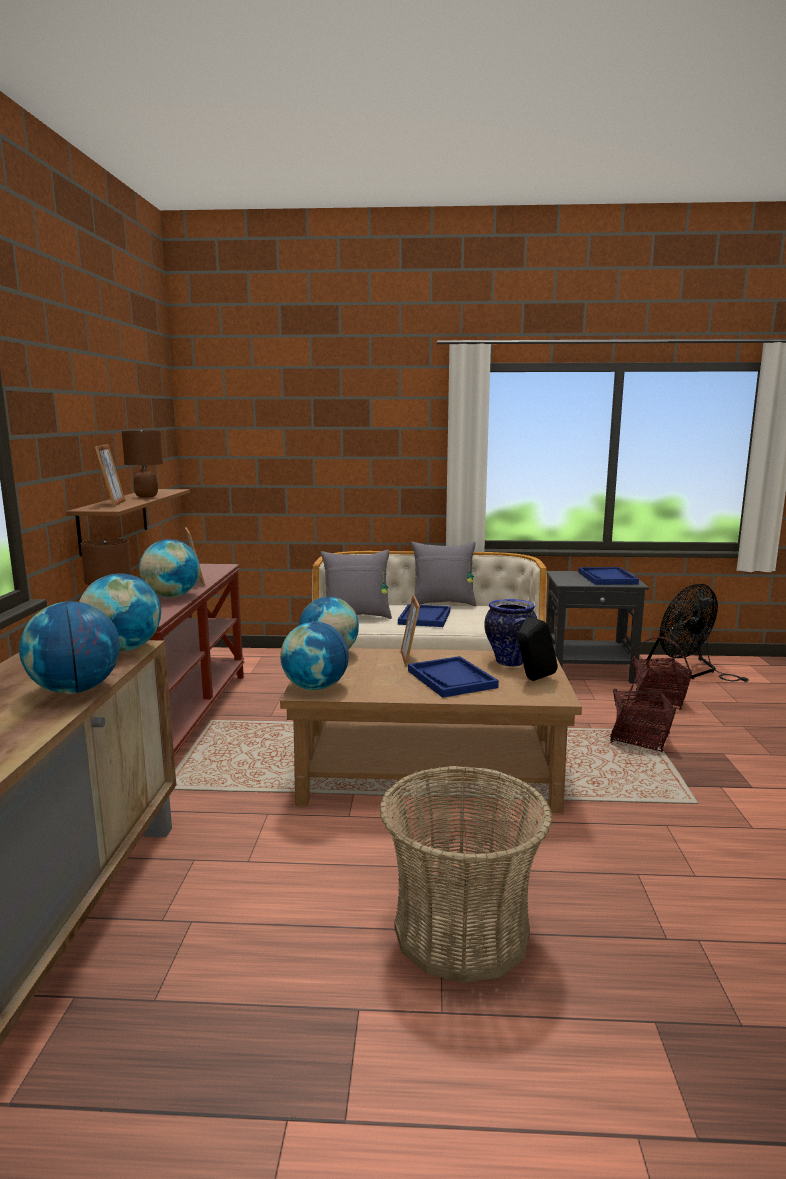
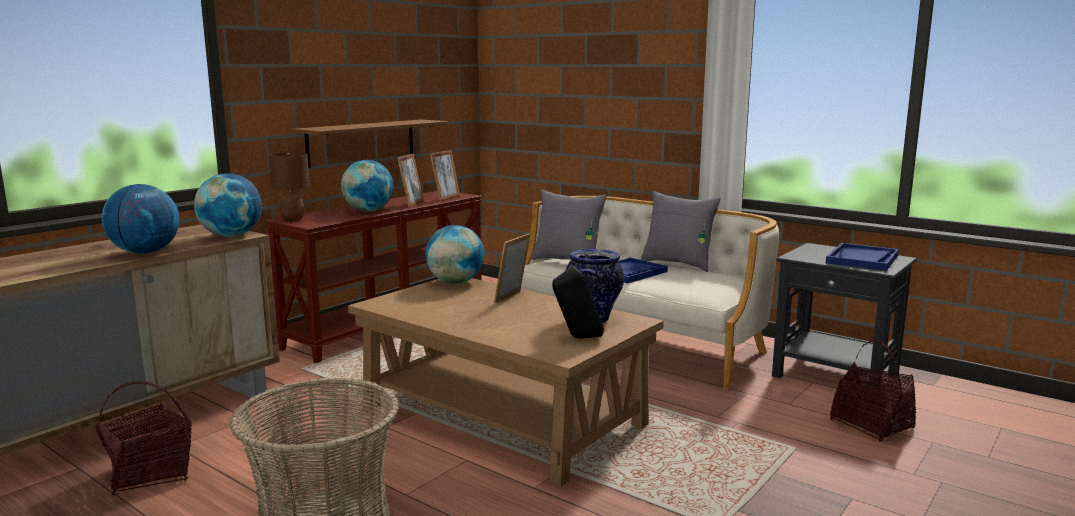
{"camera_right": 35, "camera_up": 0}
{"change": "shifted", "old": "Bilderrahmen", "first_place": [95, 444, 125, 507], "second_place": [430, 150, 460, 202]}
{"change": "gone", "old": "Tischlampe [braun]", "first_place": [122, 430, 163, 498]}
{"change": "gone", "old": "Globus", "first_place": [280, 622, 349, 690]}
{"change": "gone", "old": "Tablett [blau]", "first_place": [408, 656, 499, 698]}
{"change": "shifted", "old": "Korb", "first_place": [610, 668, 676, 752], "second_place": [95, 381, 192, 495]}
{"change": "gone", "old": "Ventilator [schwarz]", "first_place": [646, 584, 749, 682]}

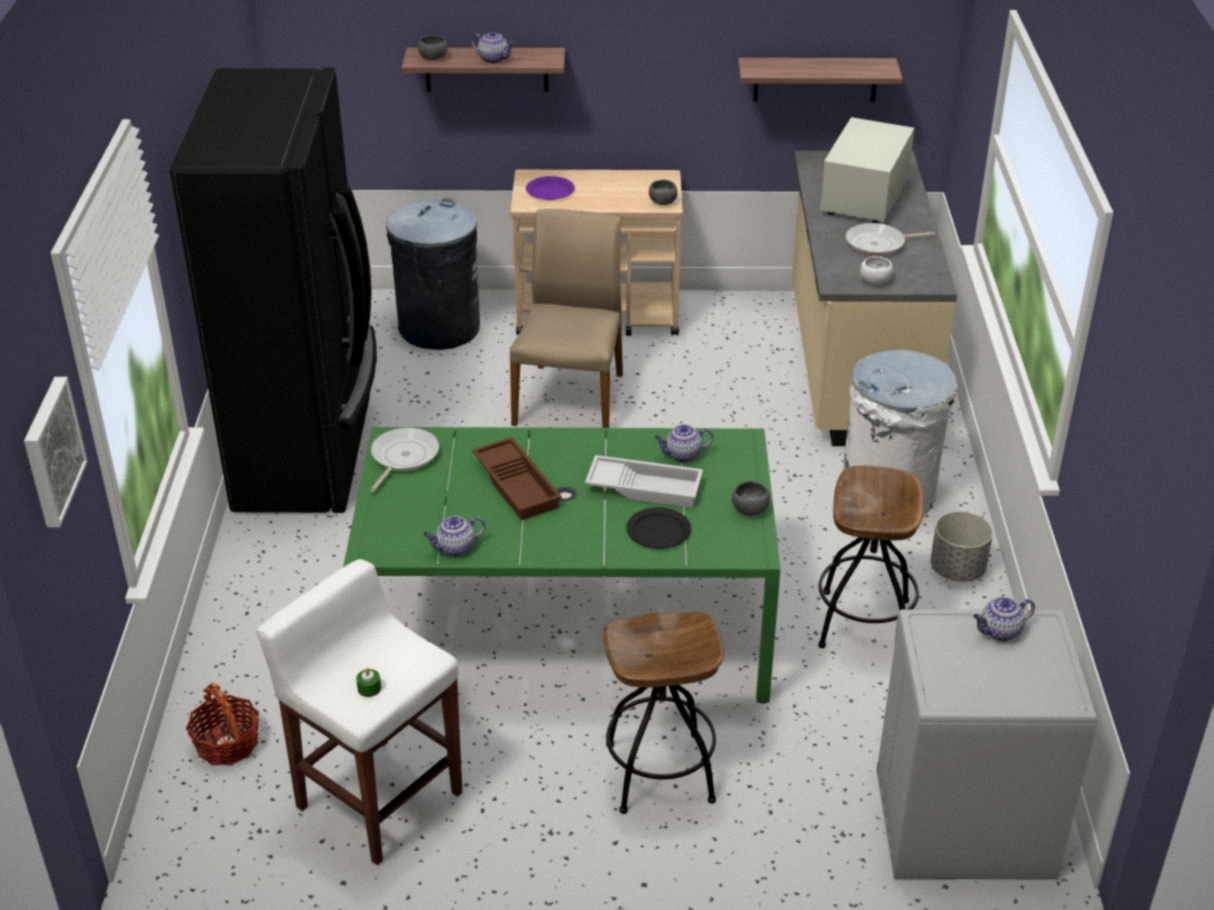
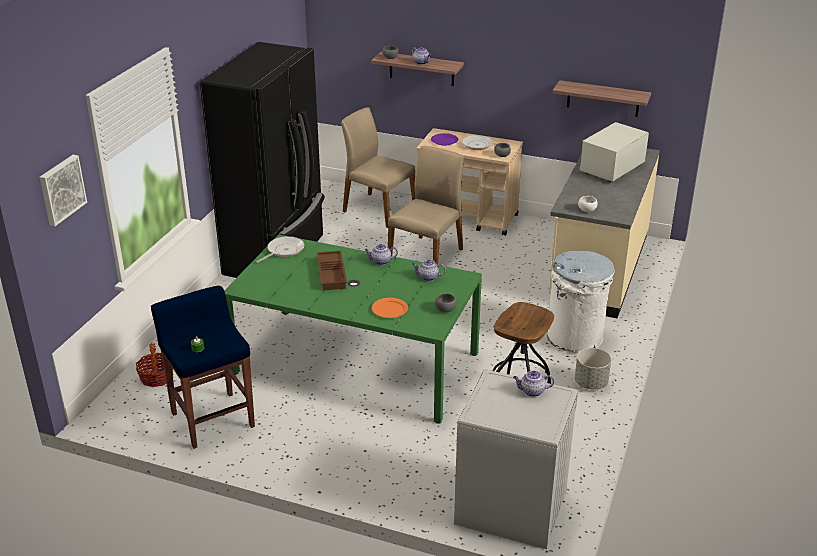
{"camera_right": 20, "camera_up": -5}
{"change": "repainted", "old": "Hocker [weiß]", "new": "Hocker [blau]", "first_place": [256, 559, 462, 865], "second_place": [151, 286, 255, 449]}
{"change": "swapped", "old": "Mülleimer [grau]", "new": "Stuhl [beige]", "first_place": [386, 197, 480, 350], "second_place": [341, 107, 416, 228]}
{"change": "shifted", "old": "Teekanne", "first_place": [423, 516, 486, 557], "second_place": [364, 244, 398, 265]}
{"change": "gone", "old": "Tablett [weiß]", "first_place": [585, 455, 703, 508]}
{"change": "gone", "old": "Hocker [braun]", "first_place": [603, 612, 724, 814]}
{"change": "repainted", "old": "Teller [schwarz]", "new": "Teller [orange]", "first_place": [626, 507, 691, 549], "second_place": [372, 298, 408, 318]}
{"change": "shifted", "old": "Pfanne", "first_place": [846, 223, 935, 256], "second_place": [462, 135, 510, 150]}

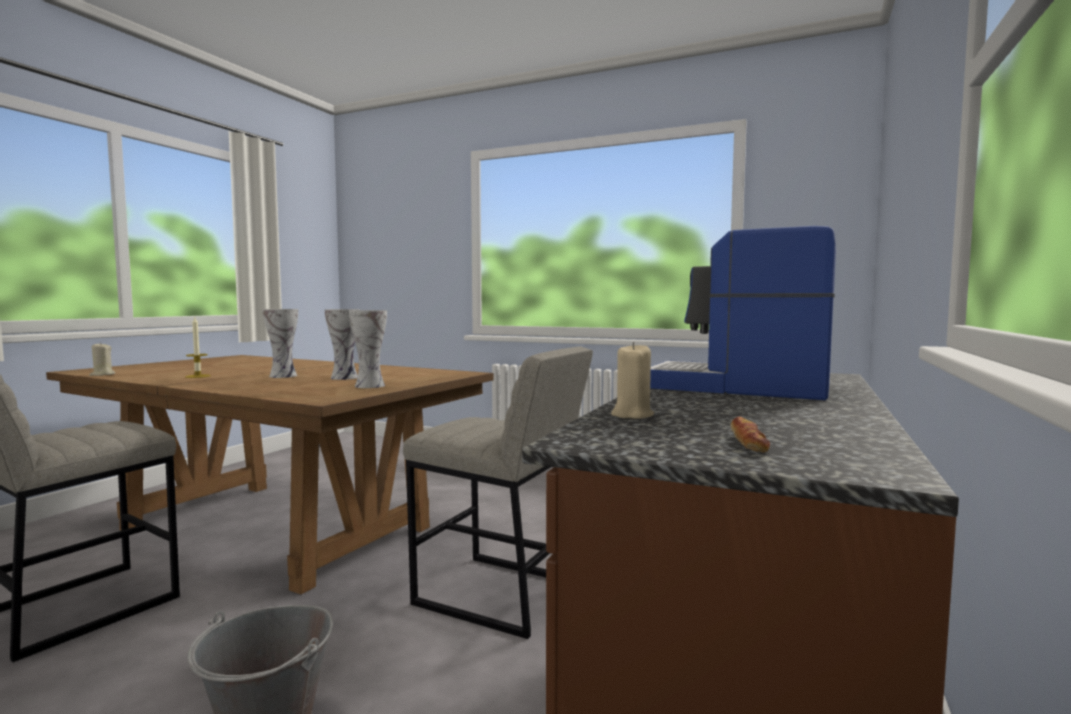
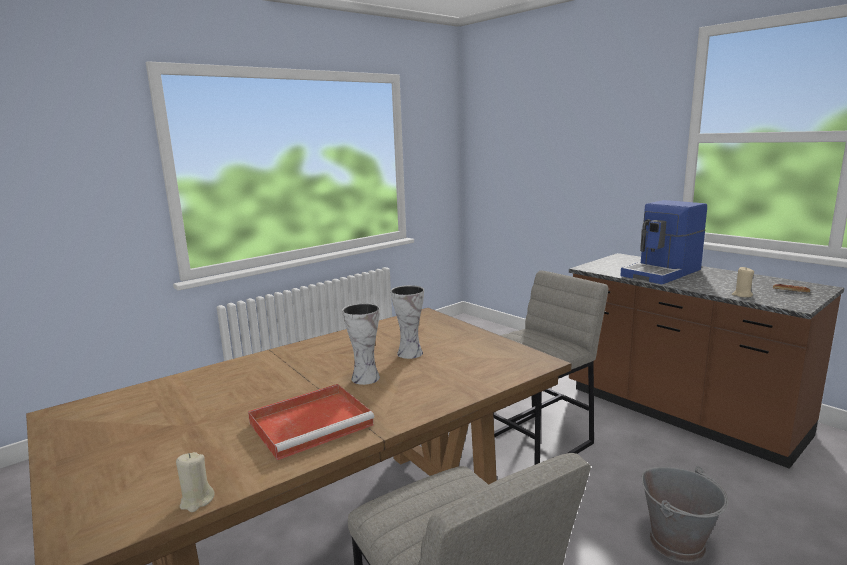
{"camera_right": -65, "camera_up": 10}
{"change": "swapped", "old": "Kerze", "new": "Tablett [rot]", "first_place": [185, 318, 211, 378], "second_place": [248, 384, 375, 460]}
{"change": "gone", "old": "Vase", "first_place": [348, 310, 387, 388]}

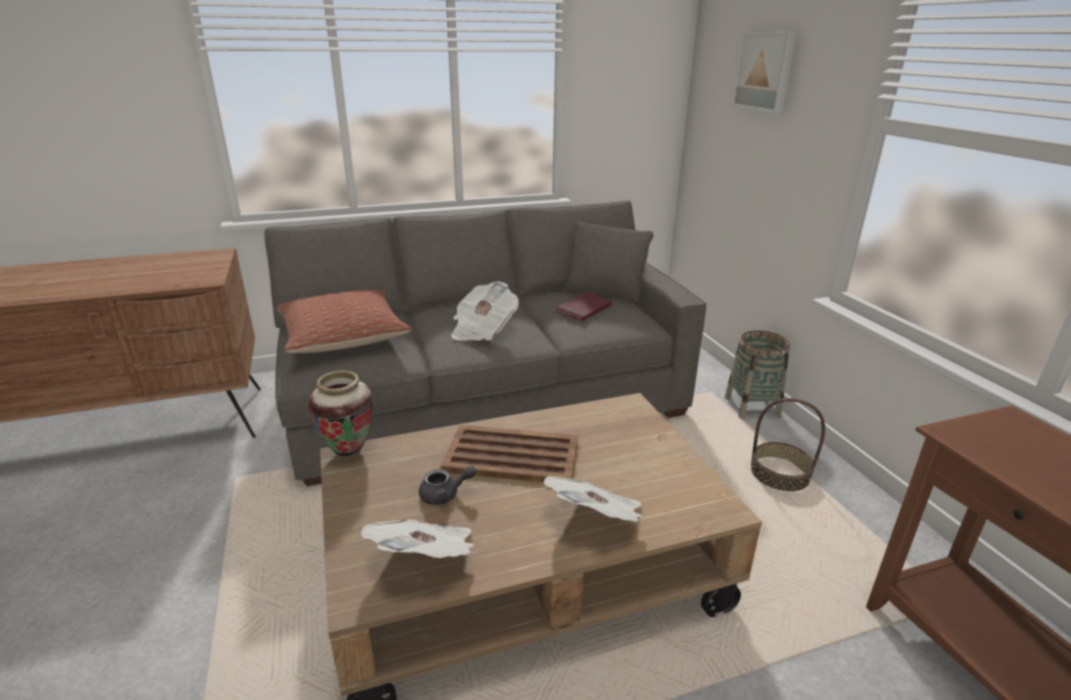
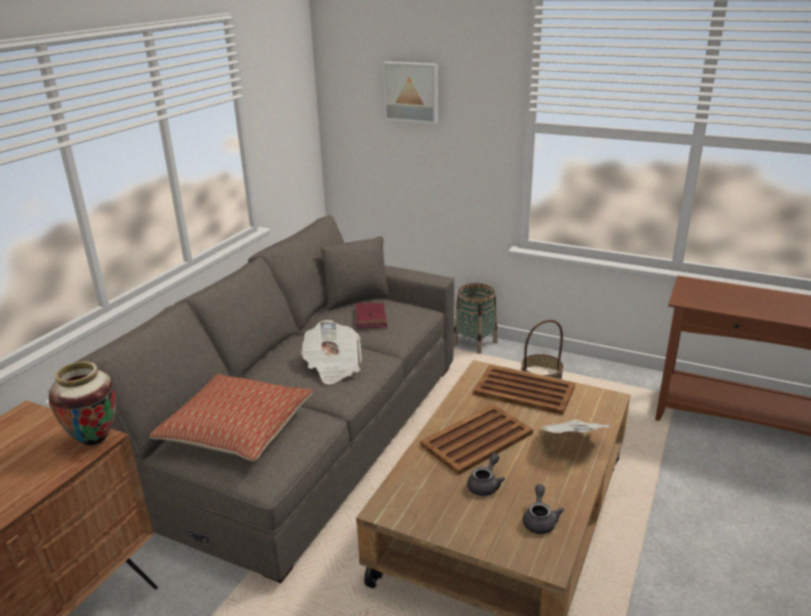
{"camera_right": -45, "camera_up": 0}
{"change": "shifted", "old": "Vase", "first_place": [308, 371, 374, 458], "second_place": [49, 361, 116, 447]}
{"change": "swapped", "old": "Zeitung", "new": "Teekanne [grau]", "first_place": [361, 519, 474, 558], "second_place": [523, 484, 564, 534]}
{"change": "new", "new": "Tablett [braun]", "second_place": [473, 365, 575, 415]}

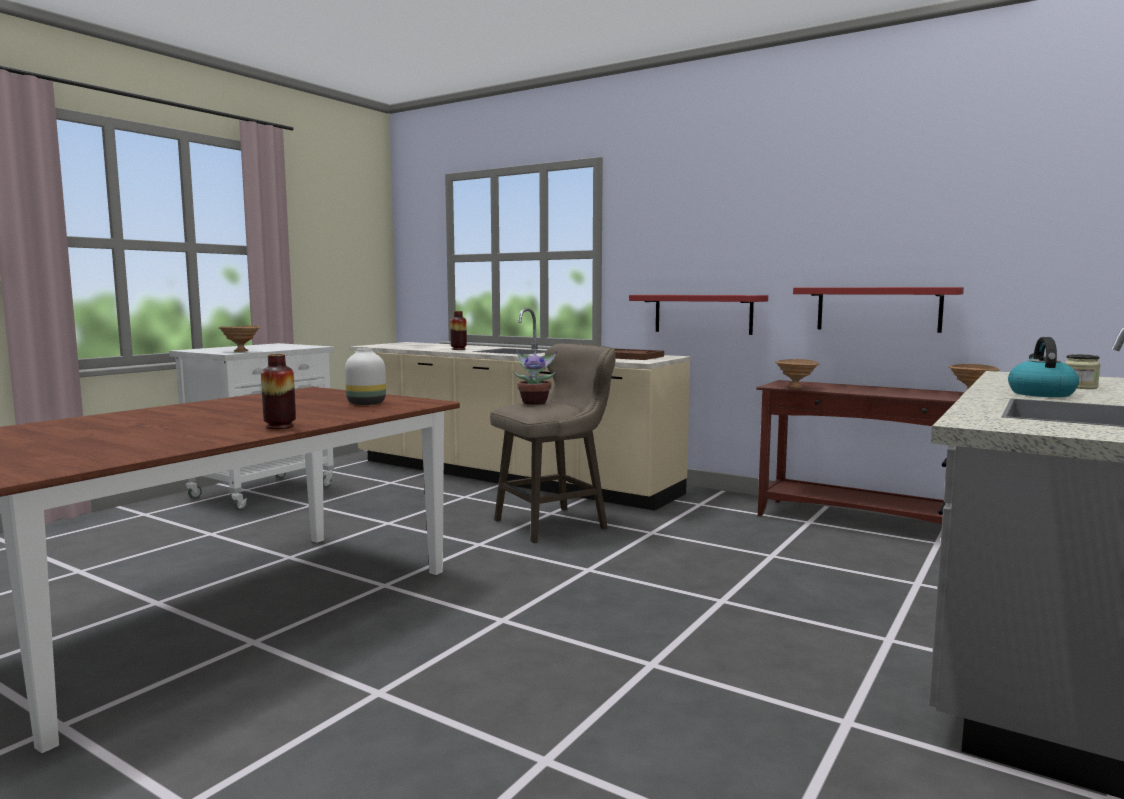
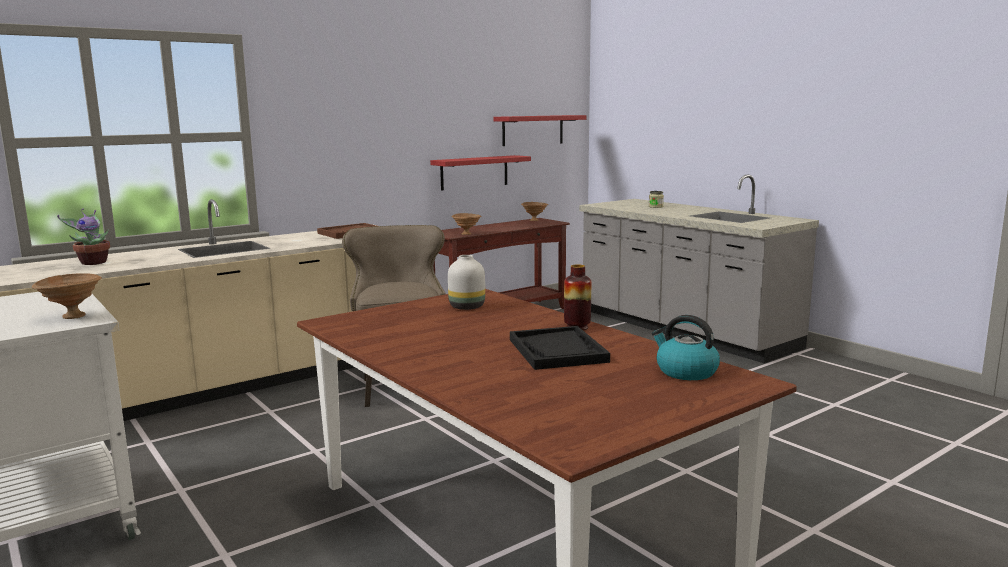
{"camera_right": -70, "camera_up": 5}
{"change": "gone", "old": "Vase", "first_place": [450, 311, 467, 350]}
{"change": "shifted", "old": "Topfpflanze", "first_place": [513, 347, 557, 405], "second_place": [57, 208, 110, 265]}
{"change": "shifted", "old": "Wandregal [rot]", "first_place": [629, 295, 768, 335], "second_place": [494, 115, 587, 146]}
{"change": "shifted", "old": "Wasserkessel", "first_place": [1008, 337, 1079, 397], "second_place": [652, 315, 720, 380]}
{"change": "new", "new": "Tablett [schwarz]", "second_place": [510, 326, 610, 370]}

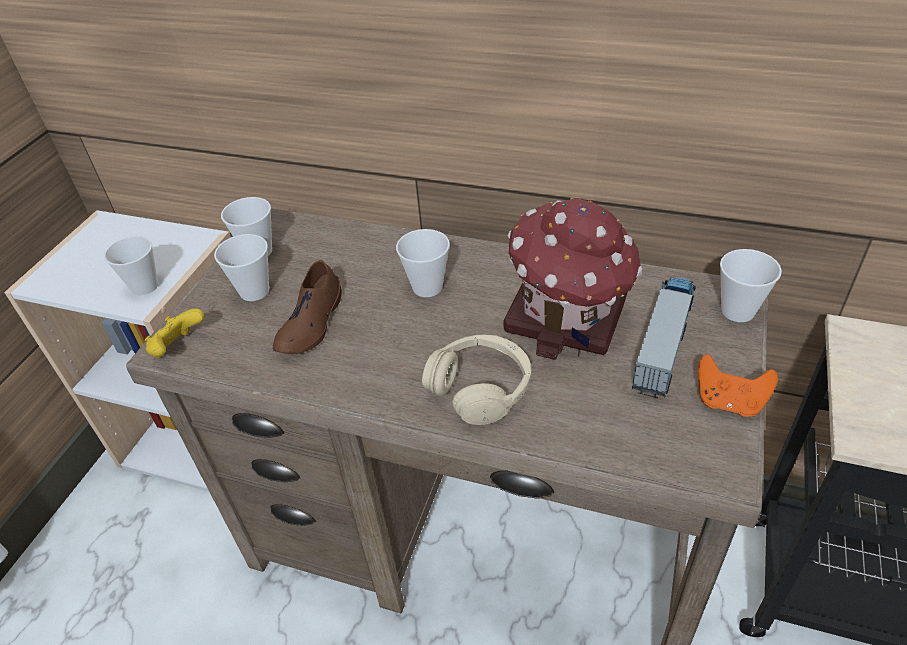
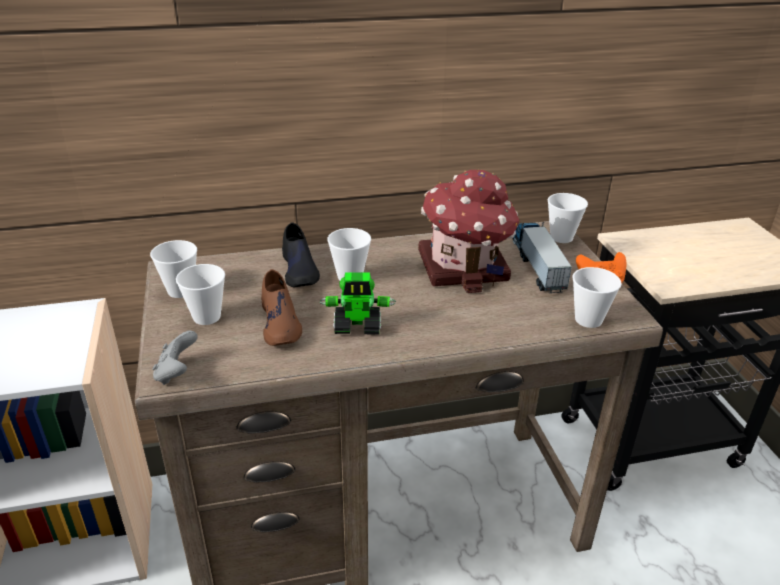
{"camera_right": -35, "camera_up": -10}
{"change": "shifted", "old": "Tasse", "first_place": [104, 236, 158, 295], "second_place": [572, 267, 622, 328]}
{"change": "repainted", "old": "Gamepad [gelb]", "new": "Gamepad [grau]", "first_place": [145, 308, 204, 358], "second_place": [152, 331, 198, 385]}
{"change": "gone", "old": "Kopfhörer [beige]", "first_place": [422, 335, 531, 425]}
{"change": "new", "new": "Schuh [schwarz]", "second_place": [282, 222, 320, 287]}
{"change": "new", "new": "Spielzeugroboter", "second_place": [320, 272, 396, 335]}

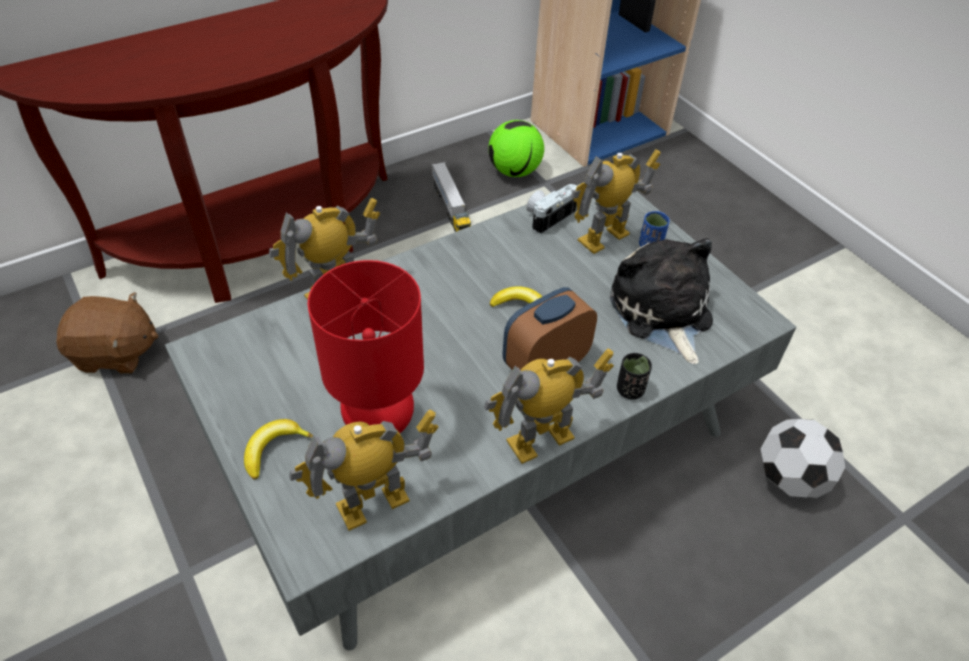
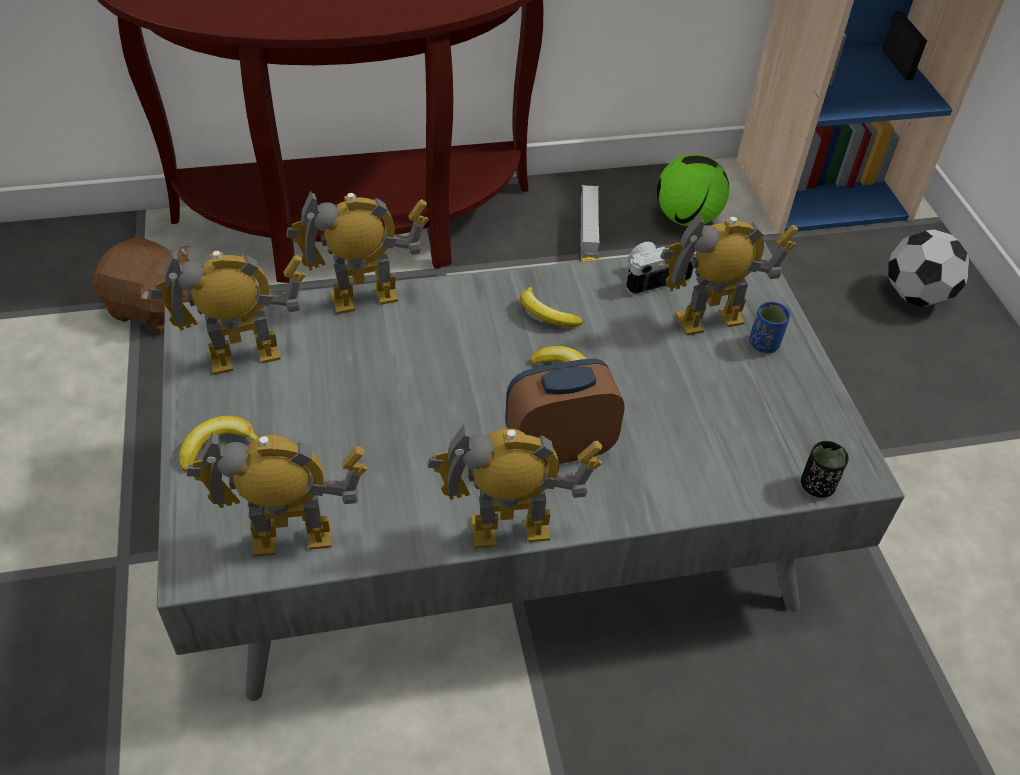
{"camera_right": 20, "camera_up": 0}
{"change": "gone", "old": "Tischlampe [rot]", "first_place": [307, 260, 424, 433]}
{"change": "gone", "old": "Plüschtier", "first_place": [610, 238, 713, 364]}
{"change": "shifted", "old": "Tasse [schwarz]", "first_place": [617, 353, 652, 399], "second_place": [801, 441, 849, 498]}
{"change": "shifted", "old": "Fußball", "first_place": [760, 419, 845, 498], "second_place": [888, 229, 969, 307]}
{"change": "new", "new": "Spielzeugroboter", "second_place": [150, 249, 306, 375]}
{"change": "new", "new": "Banane", "second_place": [520, 286, 583, 328]}

